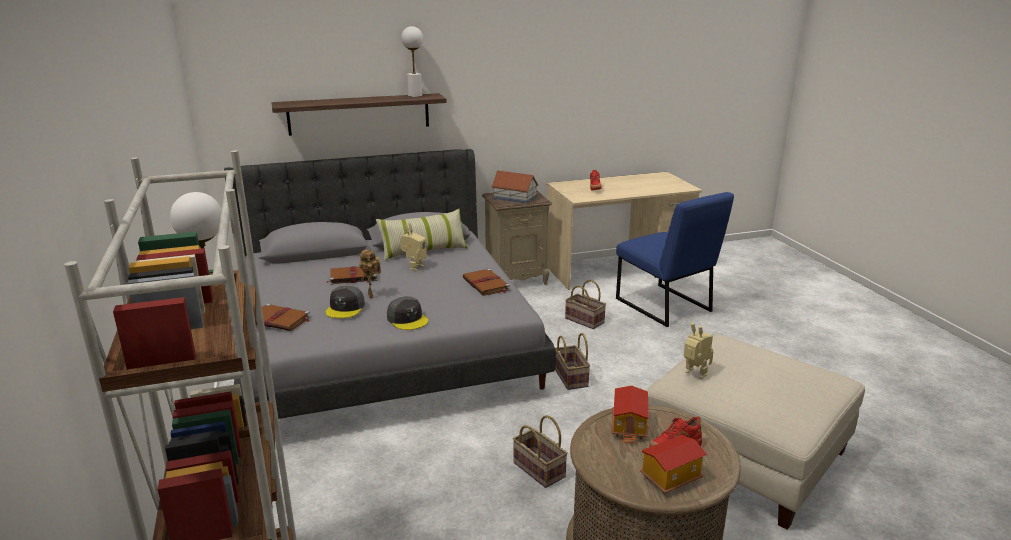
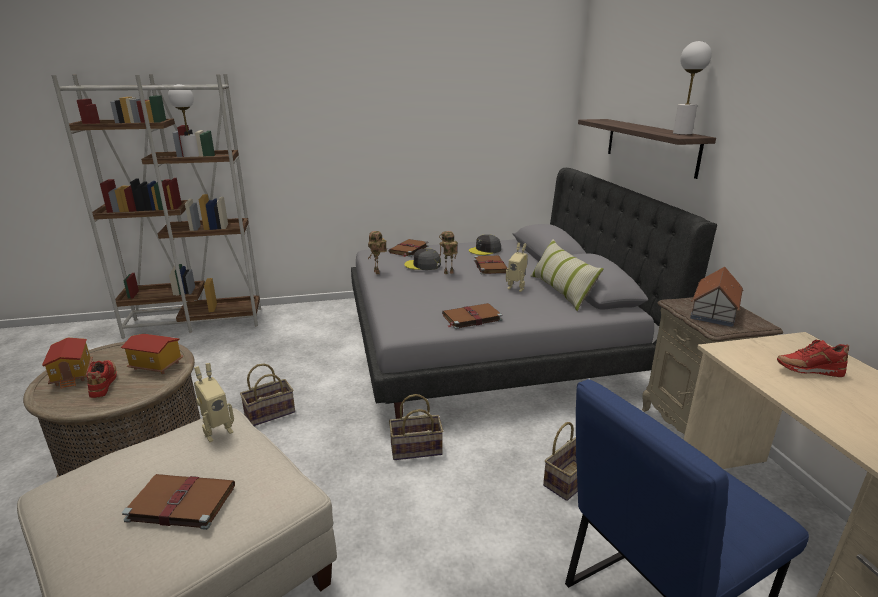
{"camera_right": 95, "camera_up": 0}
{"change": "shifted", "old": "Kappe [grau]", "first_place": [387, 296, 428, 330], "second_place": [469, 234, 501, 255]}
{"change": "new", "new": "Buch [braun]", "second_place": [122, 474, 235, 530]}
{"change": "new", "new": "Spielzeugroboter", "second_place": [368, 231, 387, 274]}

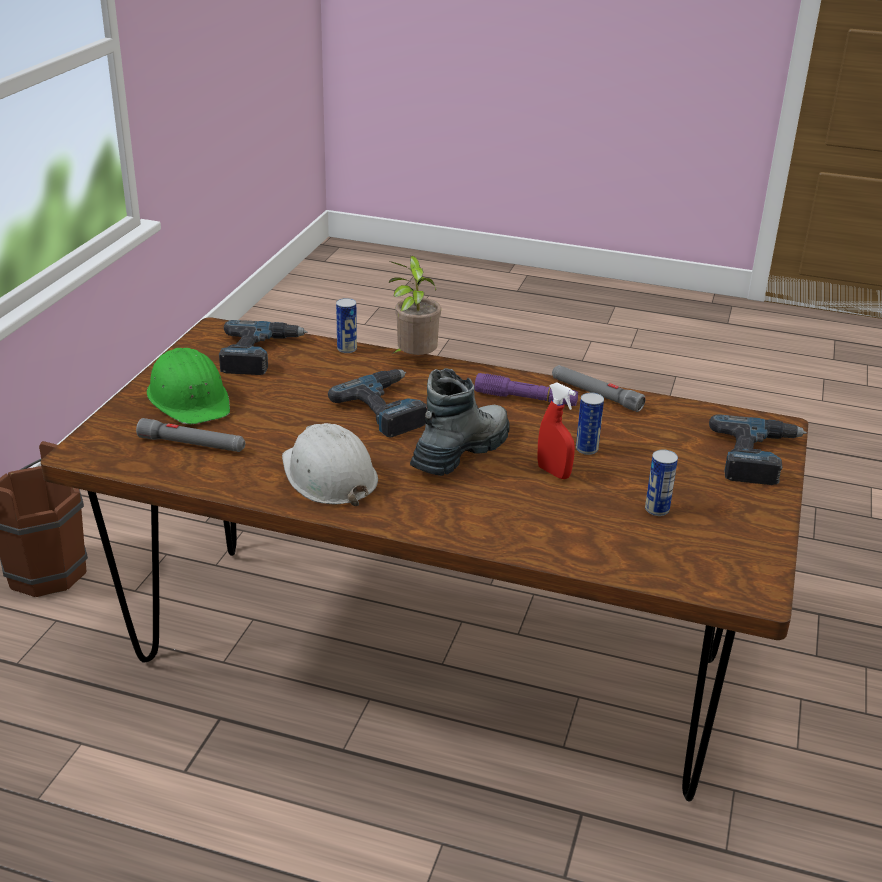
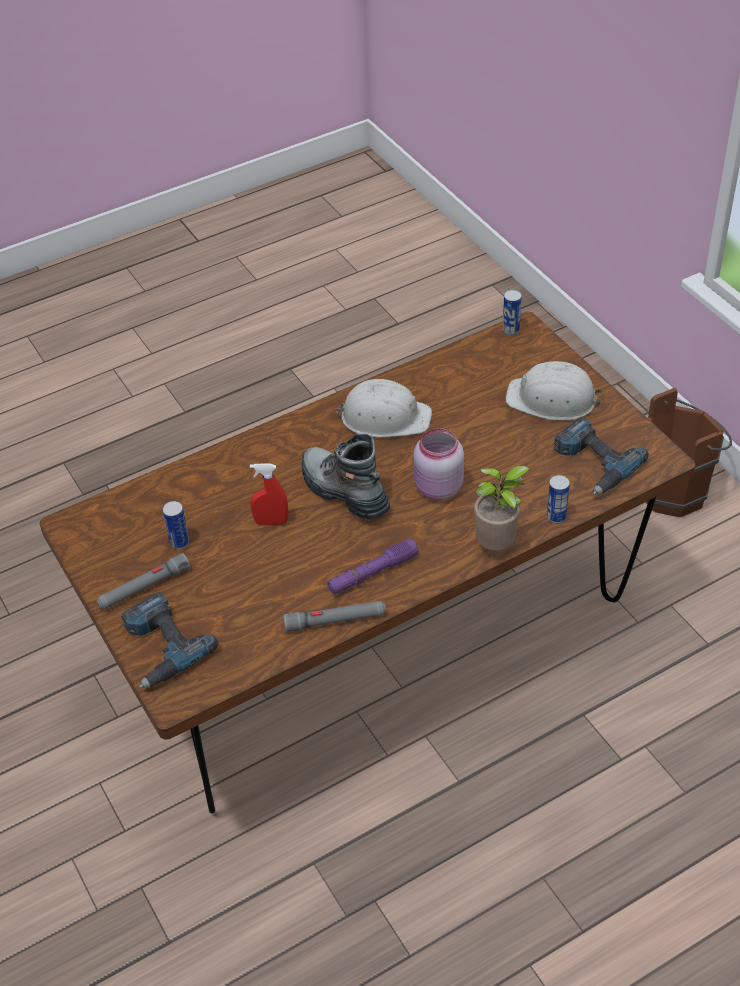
{"camera_right": 135, "camera_up": 15}
{"change": "shifted", "old": "Taschenlampe [grau]", "first_place": [136, 418, 245, 452], "second_place": [97, 553, 190, 609]}
{"change": "repainted", "old": "Schutzhelm [grün]", "new": "Schutzhelm [weiß]", "first_place": [147, 348, 230, 424], "second_place": [506, 361, 603, 421]}
{"change": "swapped", "old": "Bohrmaschine", "new": "Vorratsglas [rosa]", "first_place": [328, 369, 427, 437], "second_place": [413, 428, 464, 500]}
{"change": "rotated", "old": "Stiefel", "first_place": [410, 368, 510, 476], "second_place": [302, 434, 390, 520], "degrees": 150}
{"change": "shifted", "old": "Dose", "first_place": [576, 392, 604, 455], "second_place": [503, 290, 522, 335]}

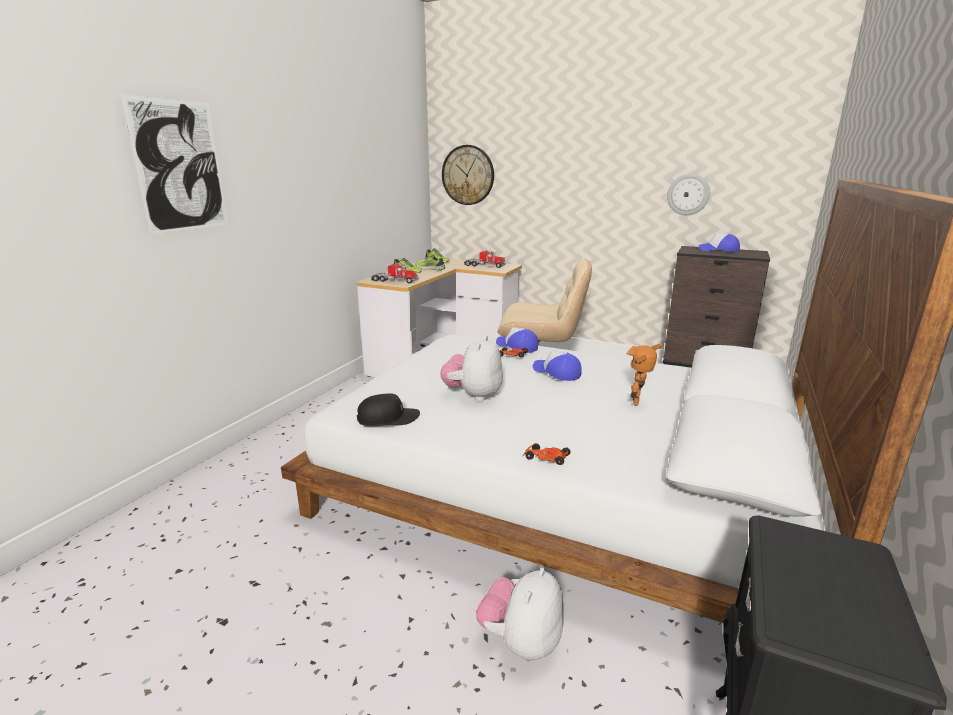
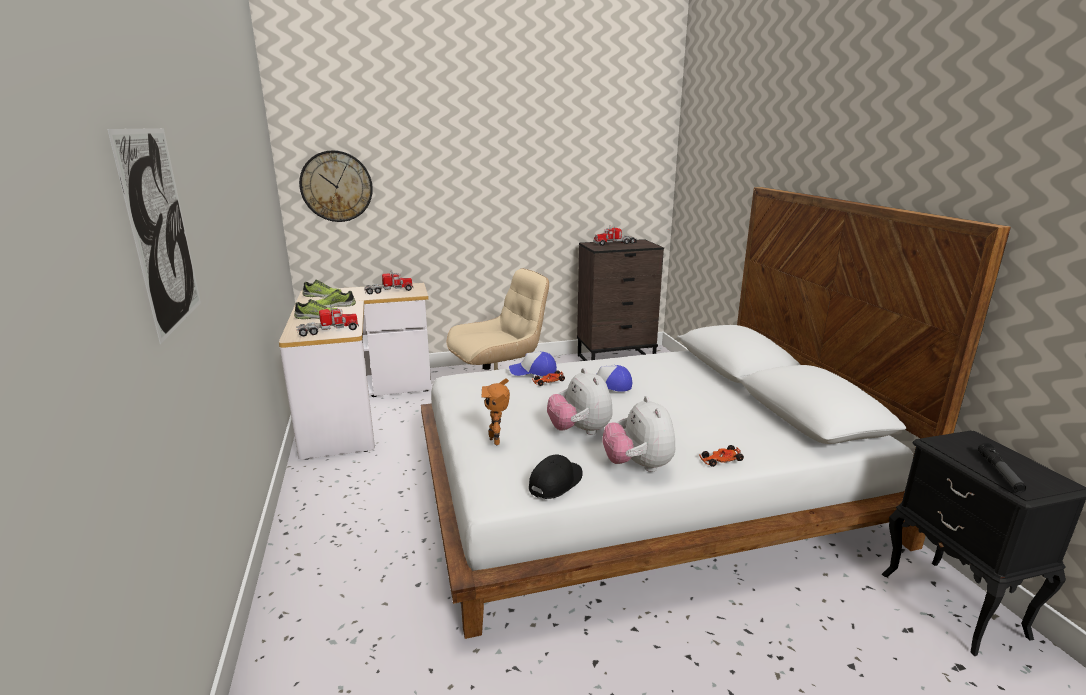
{"camera_right": -40, "camera_up": 0}
{"change": "shifted", "old": "Plüschtier", "first_place": [476, 568, 564, 660], "second_place": [602, 396, 675, 472]}
{"change": "shifted", "old": "Spielzeugroboter", "first_place": [627, 344, 661, 406], "second_place": [481, 378, 510, 446]}
{"change": "gone", "old": "Wanduhr", "first_place": [667, 174, 710, 215]}
{"change": "swapped", "old": "Kappe", "new": "Spielzeuglaster", "first_place": [698, 234, 740, 252], "second_place": [593, 227, 637, 246]}
{"change": "new", "new": "Taschenlampe", "second_place": [978, 443, 1027, 492]}

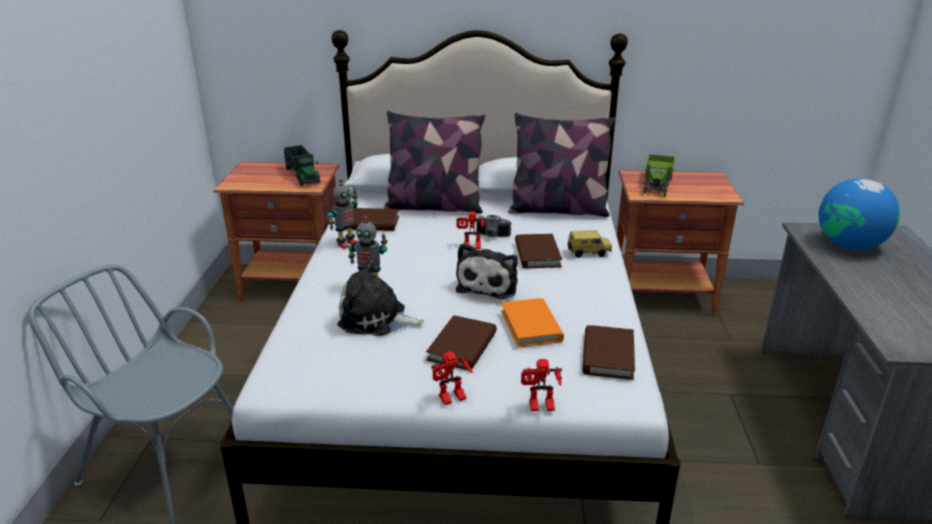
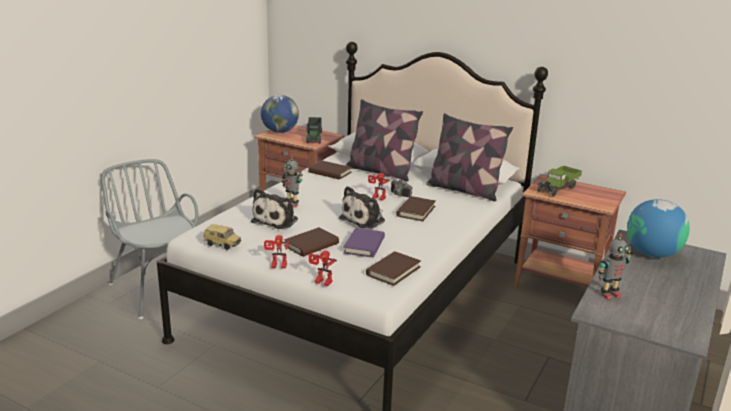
{"camera_right": 25, "camera_up": -5}
{"change": "shifted", "old": "Spielzeugroboter", "first_place": [328, 179, 358, 249], "second_place": [598, 234, 632, 300]}
{"change": "rotated", "old": "Plüschtier", "first_place": [337, 260, 424, 336], "second_place": [251, 188, 298, 229], "degrees": -105}
{"change": "repainted", "old": "Buch [orange]", "new": "Buch [lila]", "first_place": [501, 298, 564, 347], "second_place": [343, 228, 385, 257]}
{"change": "shifted", "old": "Spielzeugauto", "first_place": [567, 230, 612, 258], "second_place": [204, 224, 241, 250]}
{"change": "new", "new": "Globus", "second_place": [261, 95, 299, 133]}

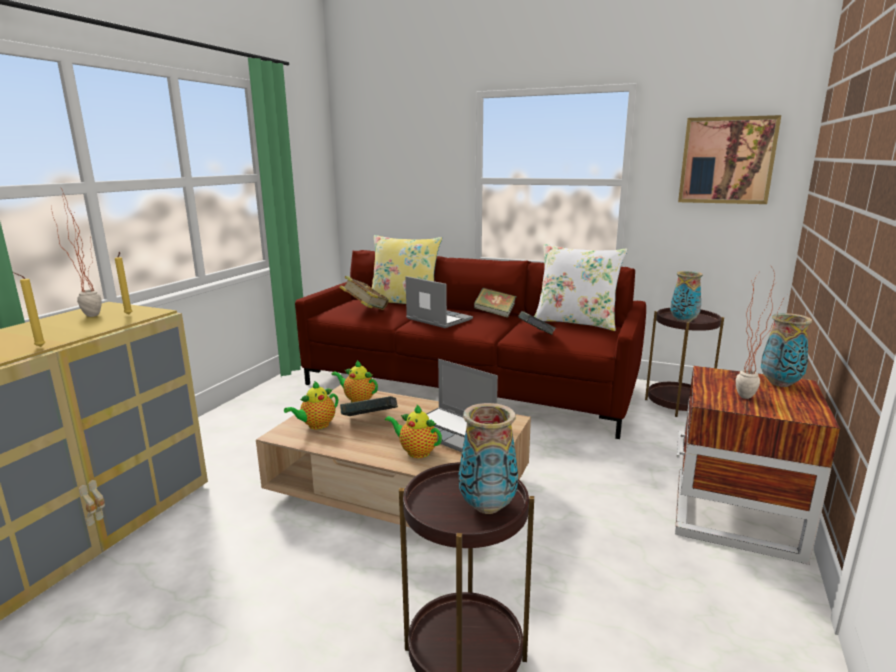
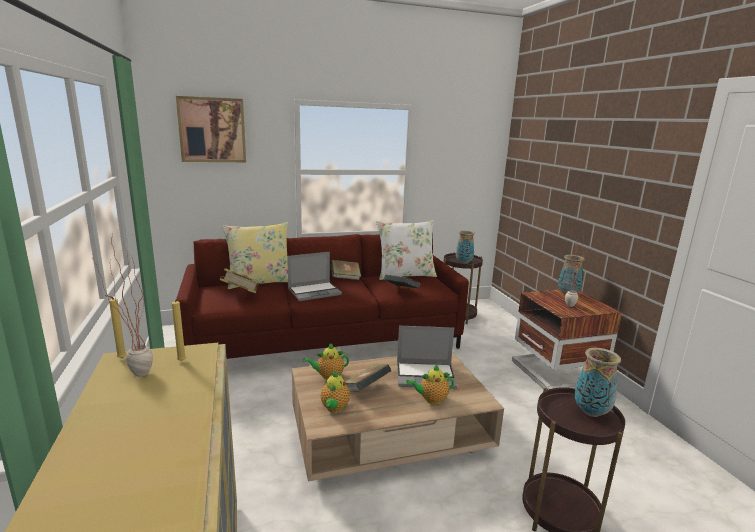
{"camera_right": -40, "camera_up": 0}
{"change": "shifted", "old": "Kerze [gelb]", "first_place": [12, 272, 46, 347], "second_place": [105, 295, 127, 358]}
{"change": "rotated", "old": "Laptop", "first_place": [405, 276, 473, 328], "second_place": [287, 252, 342, 301], "degrees": 150}
{"change": "shifted", "old": "Bild", "first_place": [678, 115, 781, 204], "second_place": [176, 96, 246, 162]}

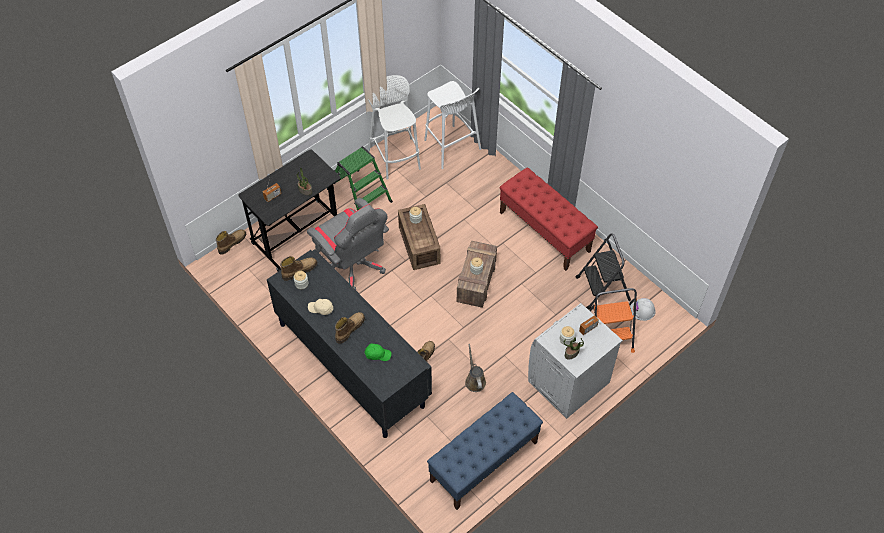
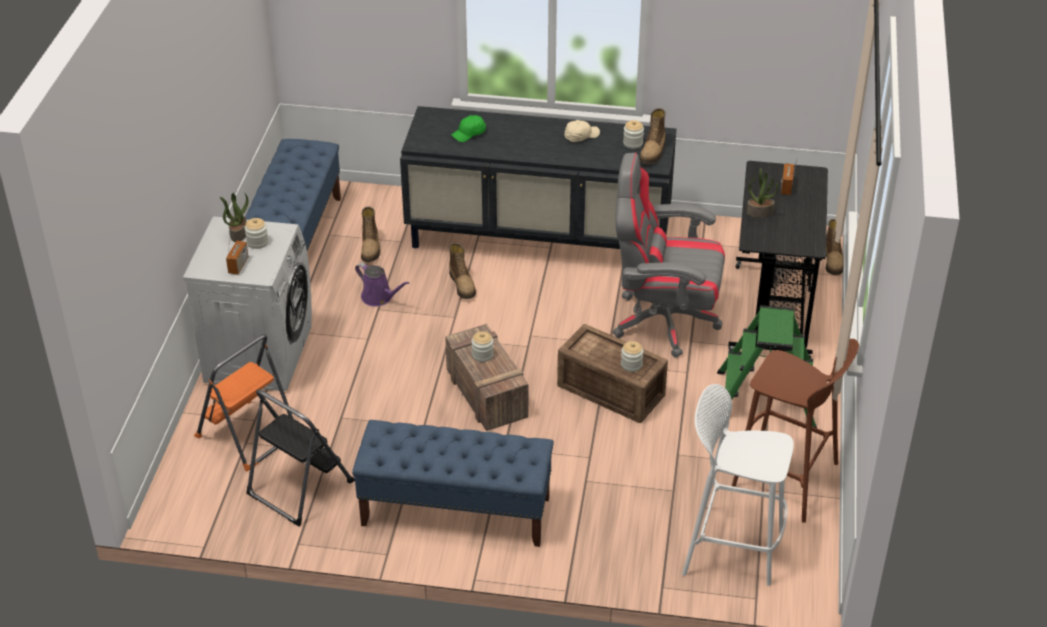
{"camera_right": 140, "camera_up": -15}
{"change": "shifted", "old": "Stiefel", "first_place": [335, 312, 365, 344], "second_place": [361, 206, 380, 262]}
{"change": "repainted", "old": "Hocker [weiß]", "new": "Hocker [braun]", "first_place": [368, 75, 421, 180], "second_place": [732, 339, 859, 523]}
{"change": "repainted", "old": "Gießkanne [braun]", "new": "Gießkanne [lila]", "first_place": [465, 344, 486, 392], "second_place": [355, 263, 410, 307]}
{"change": "repainted", "old": "Bank [rot]", "new": "Bank [blau]", "first_place": [499, 167, 598, 271], "second_place": [352, 420, 554, 547]}
{"change": "gone", "old": "Schutzhelm [weiß]", "first_place": [630, 298, 656, 321]}

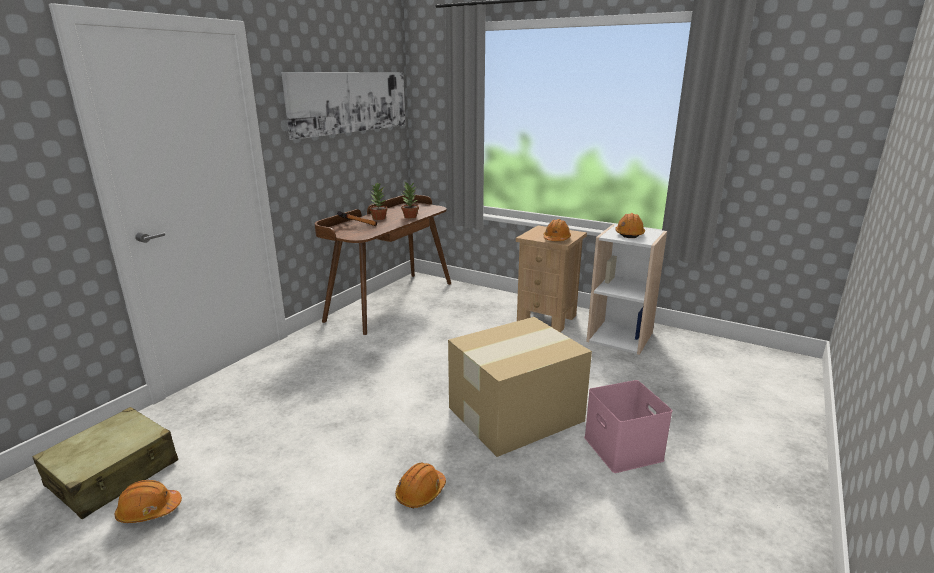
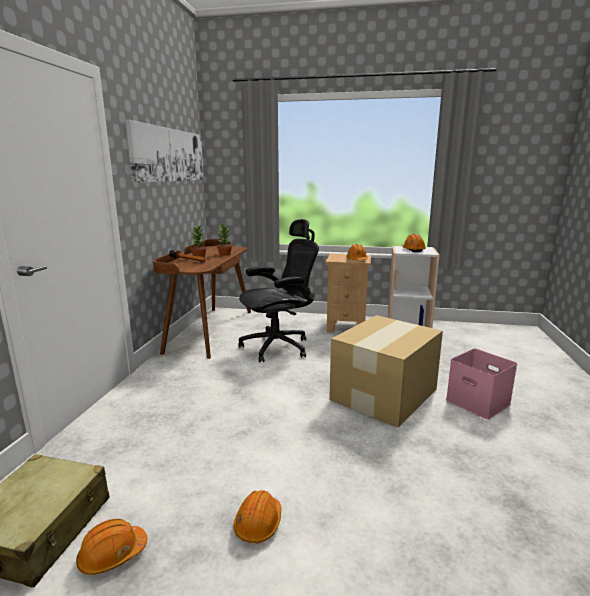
{"camera_right": -20, "camera_up": -5}
{"change": "shifted", "old": "Schutzhelm [orange]", "first_place": [395, 463, 446, 508], "second_place": [233, 490, 281, 543]}
{"change": "new", "new": "Bürostuhl", "second_place": [239, 219, 319, 362]}

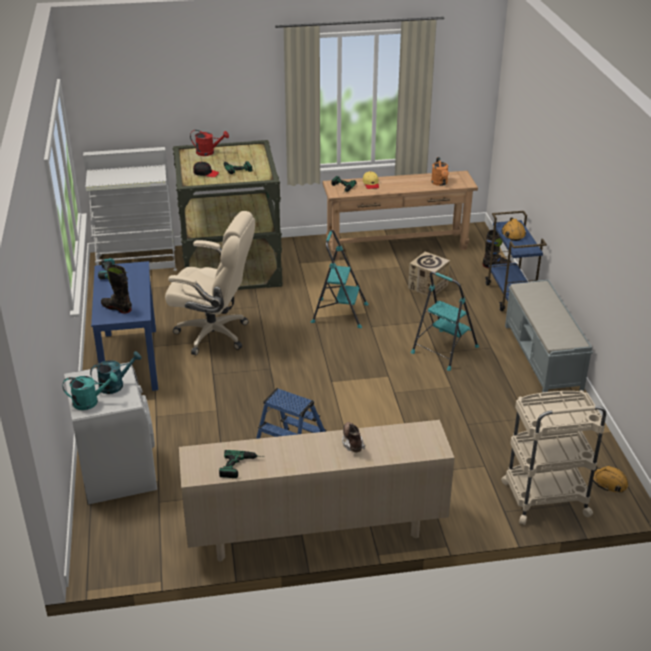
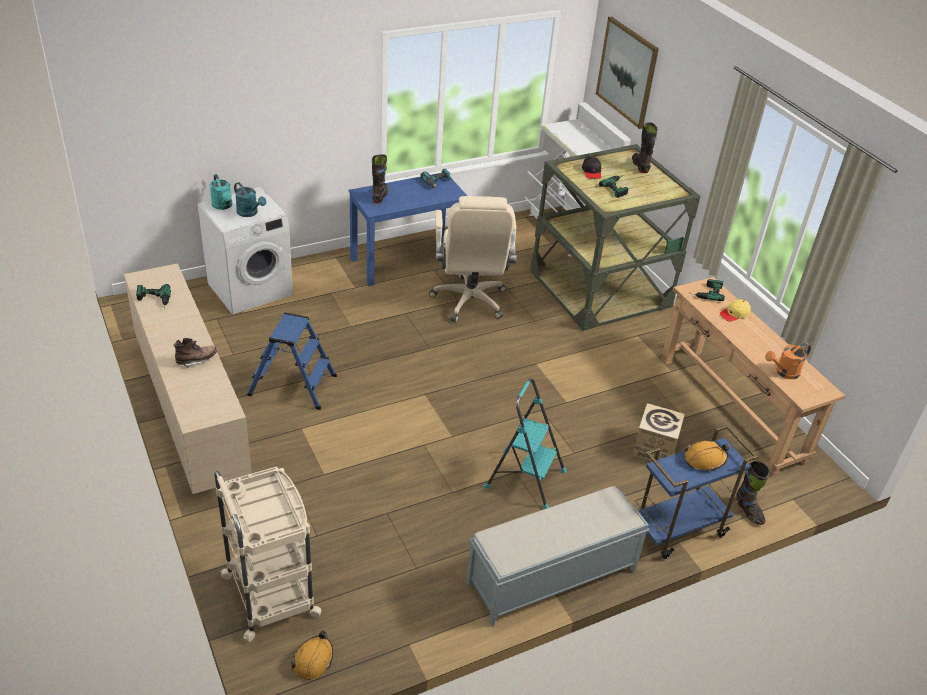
{"camera_right": 70, "camera_up": 5}
{"change": "swapped", "old": "Gießkanne [rot]", "new": "Stiefel [schwarz]", "first_place": [190, 130, 229, 156], "second_place": [632, 122, 658, 173]}
{"change": "gone", "old": "Trittleiter [türkis]", "first_place": [311, 230, 369, 328]}
{"change": "new", "new": "Bild", "second_place": [596, 16, 659, 129]}

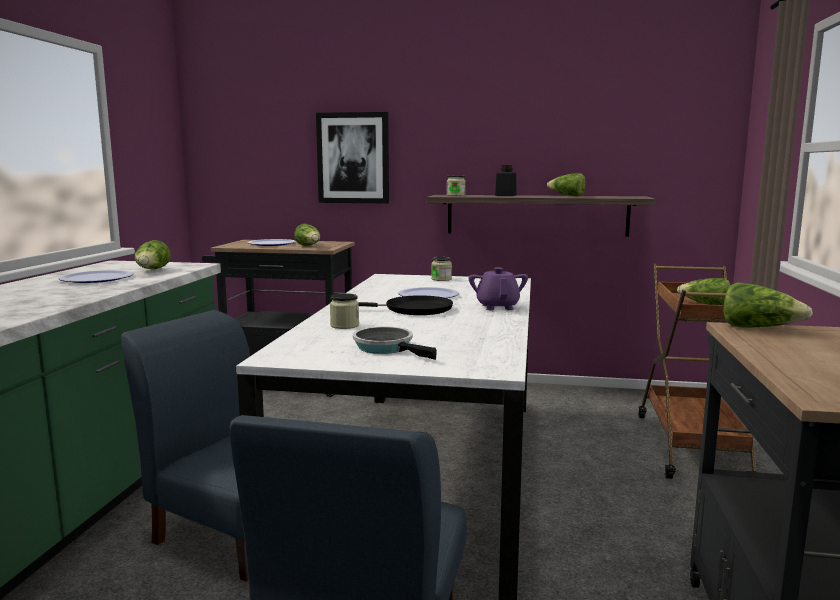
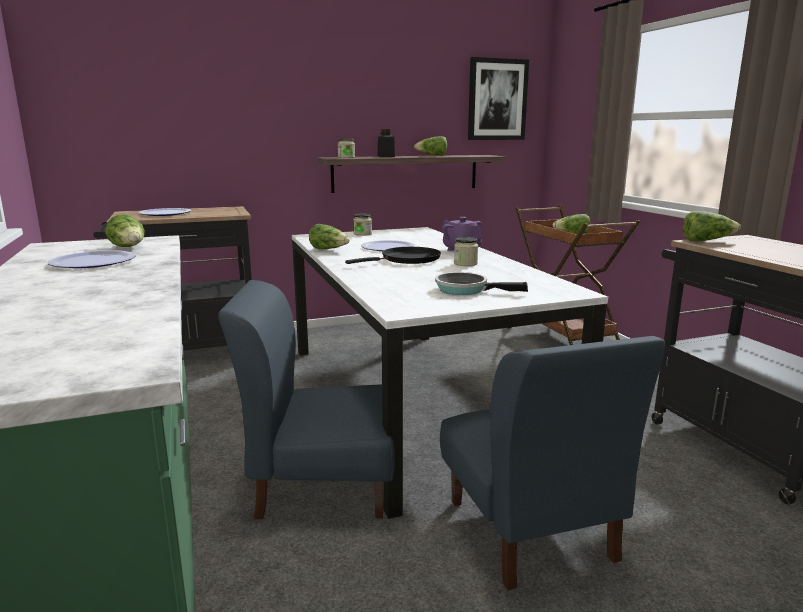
{"camera_right": -30, "camera_up": 5}
{"change": "shifted", "old": "Salatkopf", "first_place": [294, 224, 320, 246], "second_place": [309, 224, 350, 249]}
{"change": "shifted", "old": "Bild", "first_place": [316, 112, 389, 203], "second_place": [468, 57, 529, 140]}
{"change": "shifted", "old": "Vorratsglas", "first_place": [330, 293, 359, 329], "second_place": [454, 237, 478, 266]}

